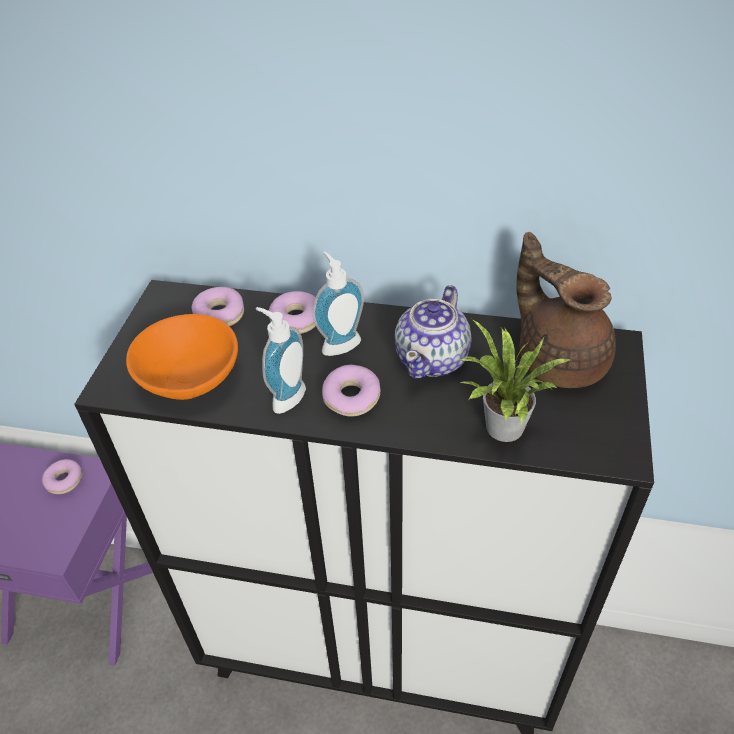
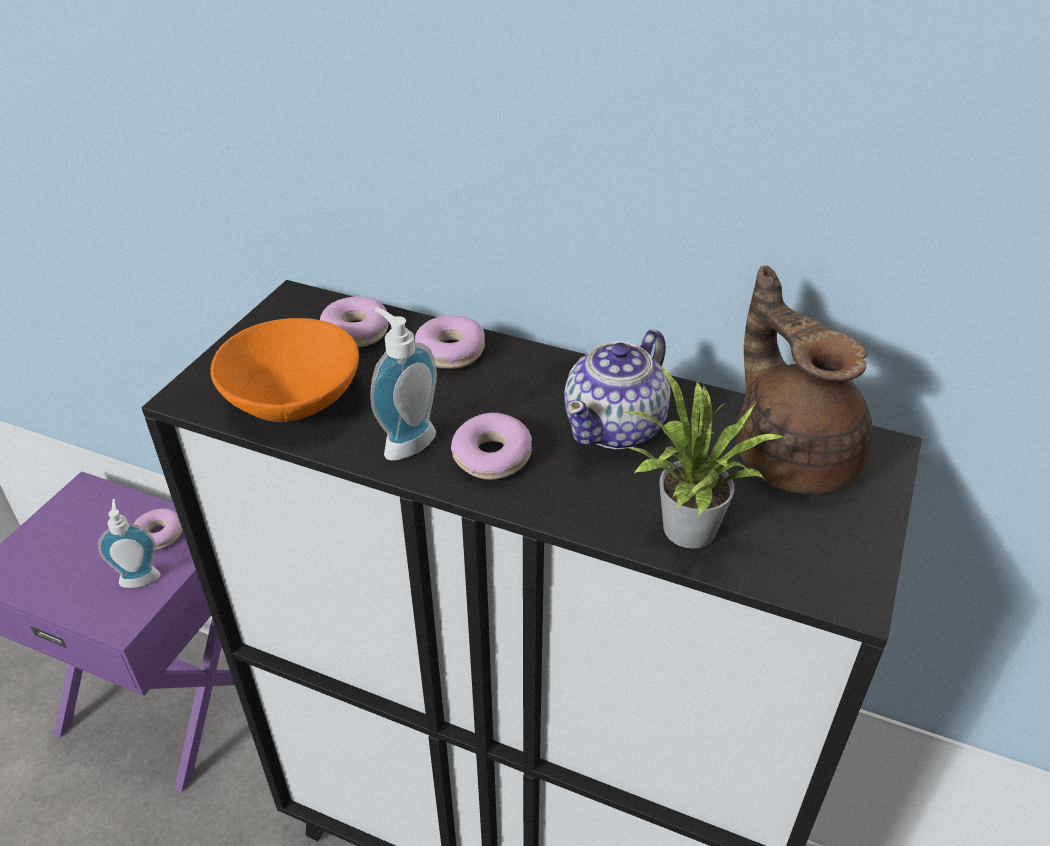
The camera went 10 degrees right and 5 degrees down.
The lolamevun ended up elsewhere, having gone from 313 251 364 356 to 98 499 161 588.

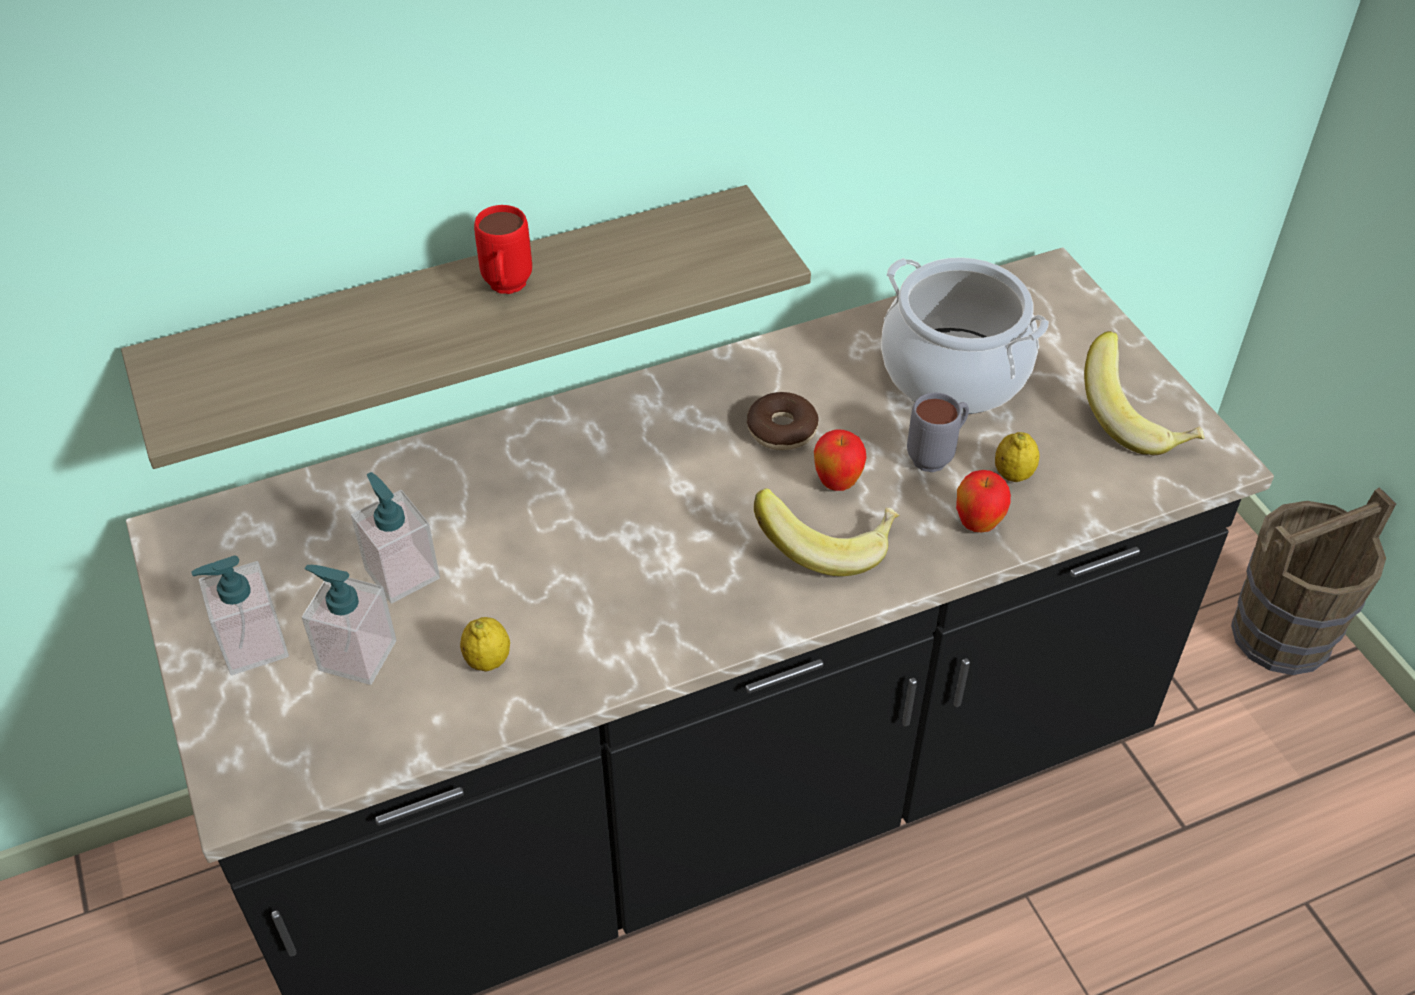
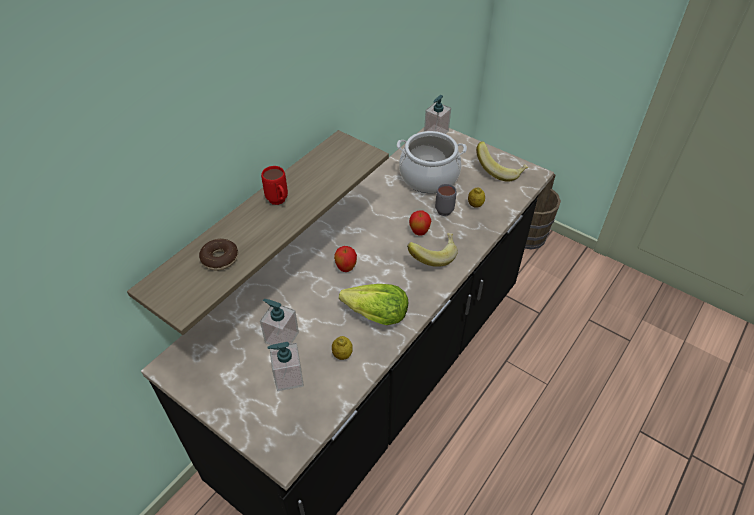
The camera went 30 degrees left and 0 degrees up.
The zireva ended up elsewhere, having gone from 747 392 819 450 to 199 239 238 271.
The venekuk ended up elsewhere, having gone from 956 470 1011 532 to 334 246 357 272.
The second view gained the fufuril at 339 284 408 325.
The lolamevun ended up elsewhere, having gone from 191 556 289 675 to 424 95 451 134.

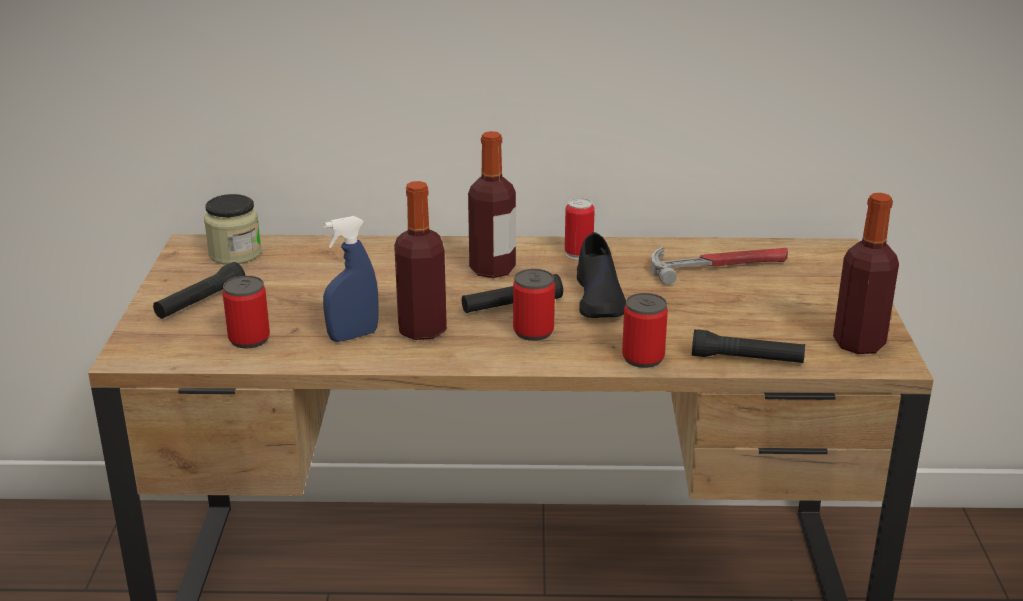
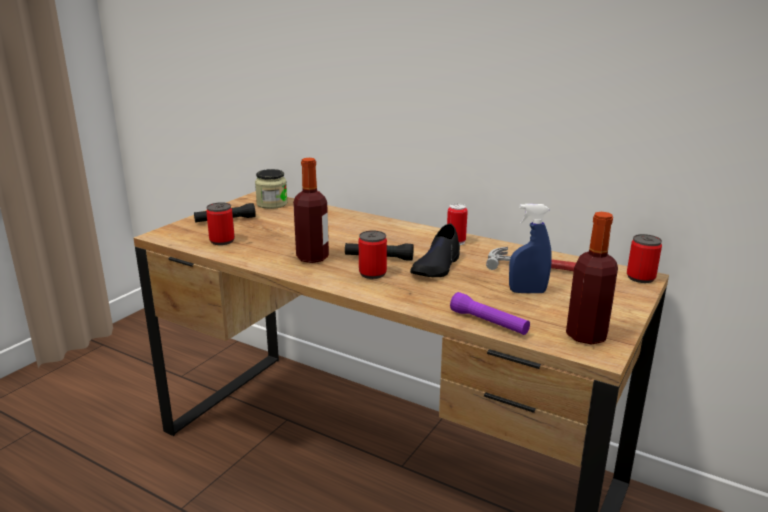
The camera went 30 degrees right and 5 degrees down.
What was the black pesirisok at 692 329 805 363 turned into the purple pesirisok at 450 292 530 335.
The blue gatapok ended up elsewhere, having gone from 323 216 379 342 to 509 204 552 293.
The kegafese ended up elsewhere, having gone from 622 293 668 368 to 627 234 662 283.
The second view lost the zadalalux at 468 131 516 278.

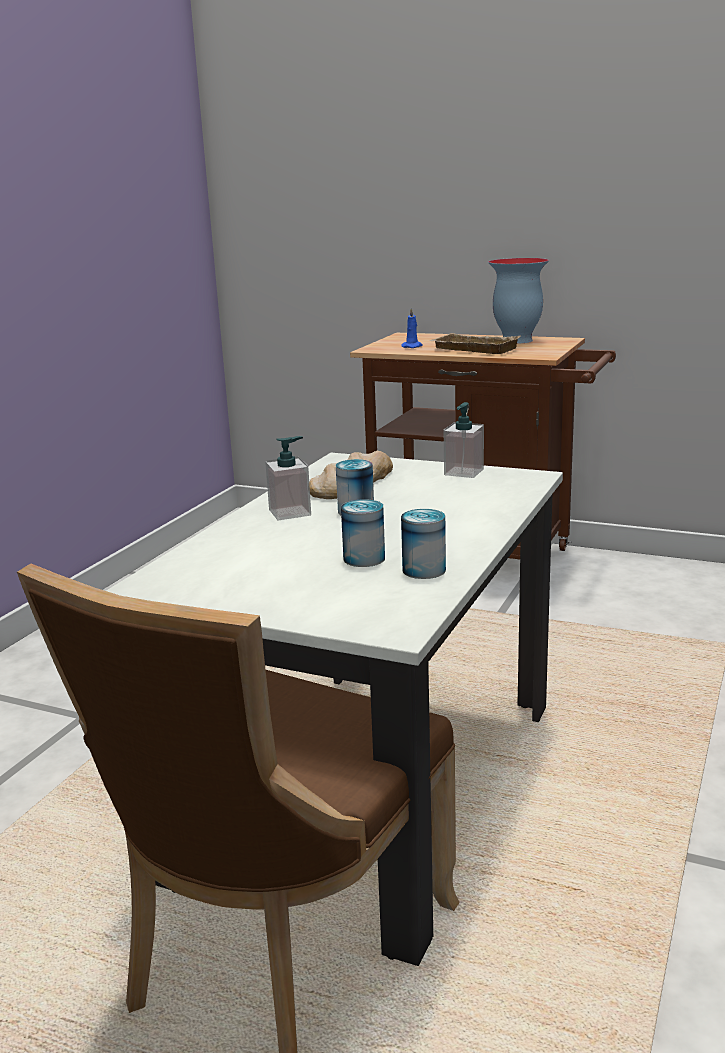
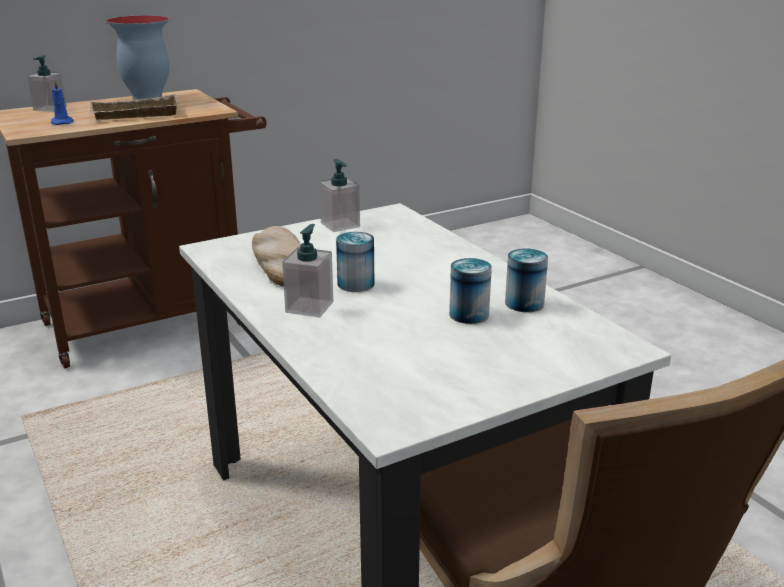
The camera went 55 degrees left and 5 degrees up.
The second view gained the lolamevun at 27 55 67 112.

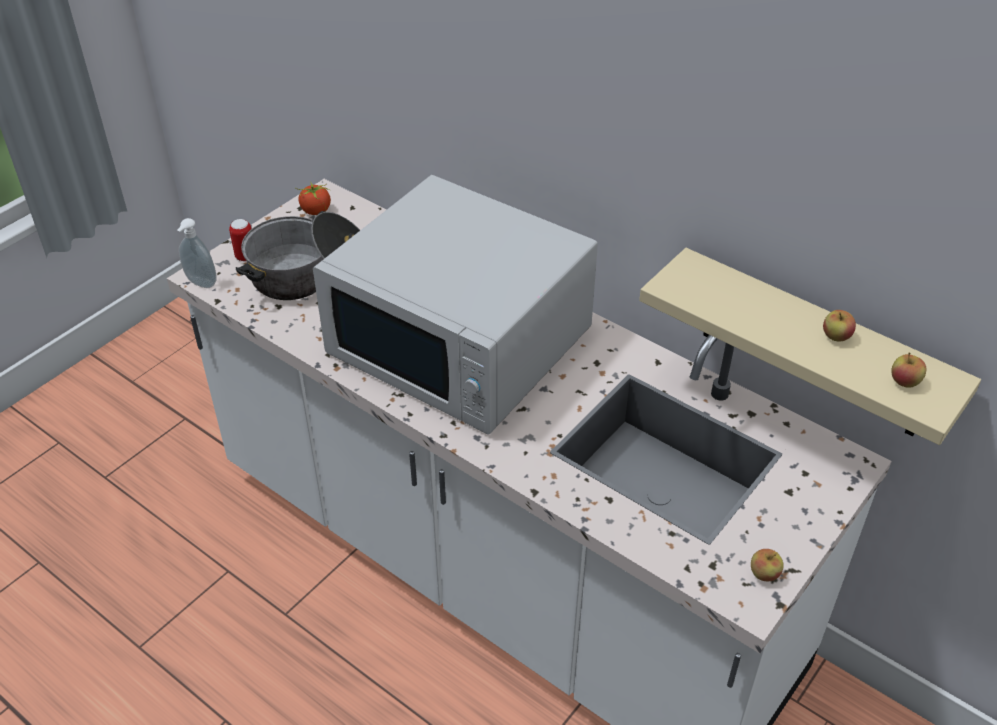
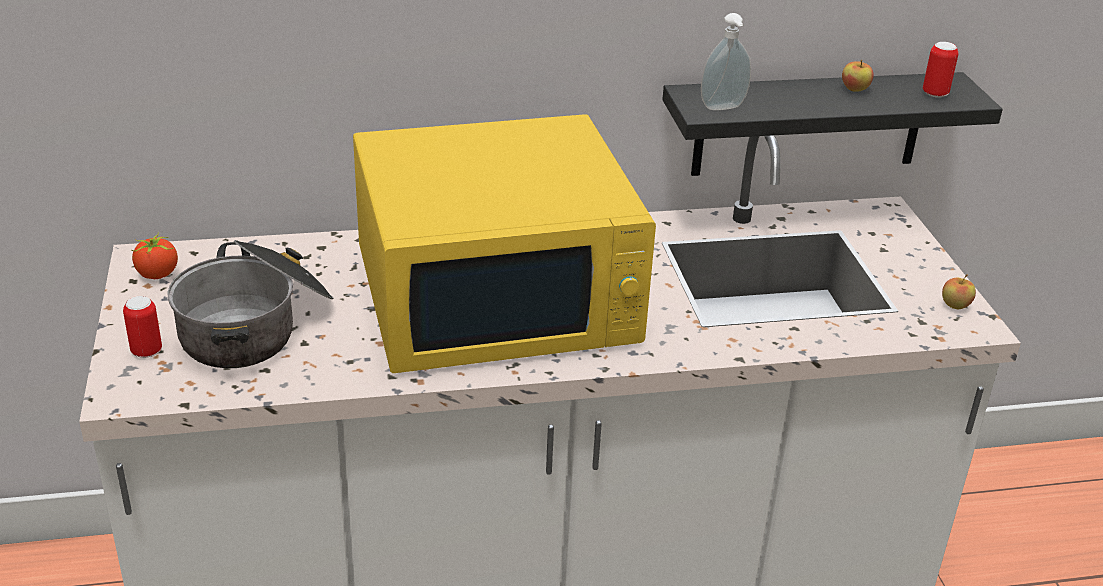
The camera went 50 degrees left and 10 degrees down.
What was the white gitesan at 313 175 598 435 turned into the yellow gitesan at 353 114 656 373.
What was the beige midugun at 639 248 981 445 turned into the black midugun at 662 72 1003 176.
The lolamevun ended up elsewhere, having gone from 177 218 217 288 to 701 13 751 110.
Where the venekuk stood at 891 353 926 387, the kegafese came to stand at 923 42 958 98.

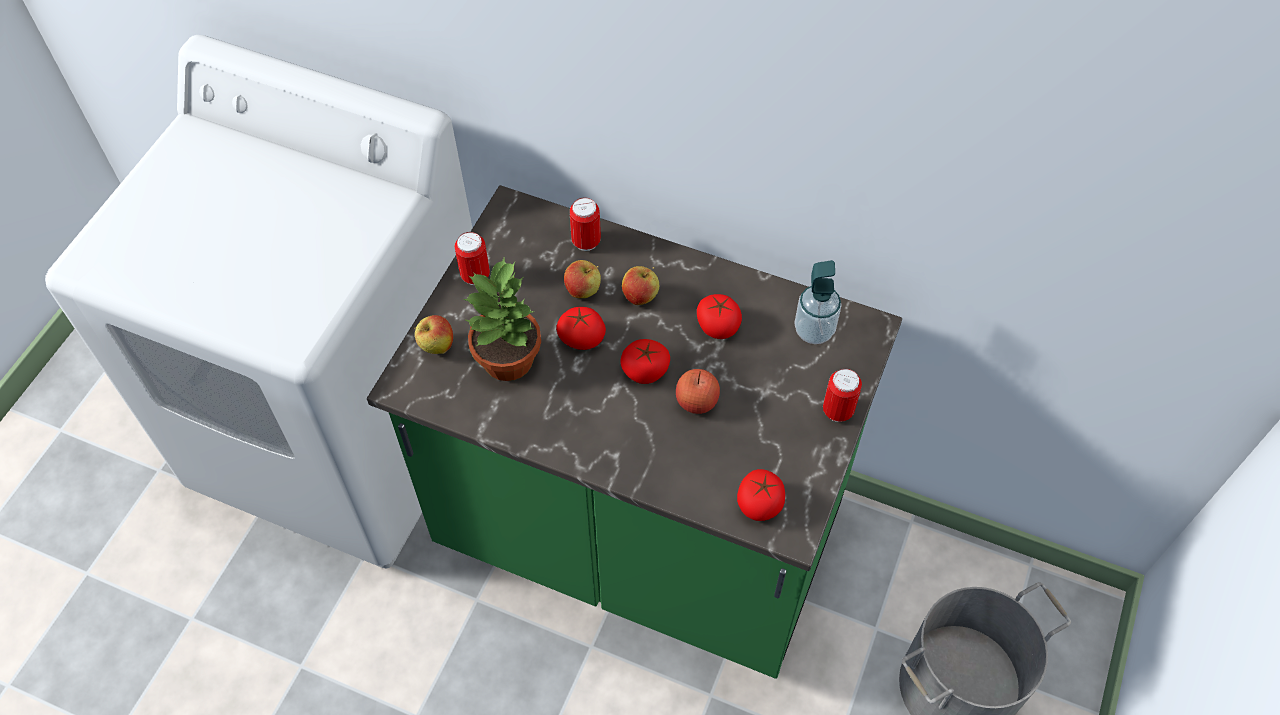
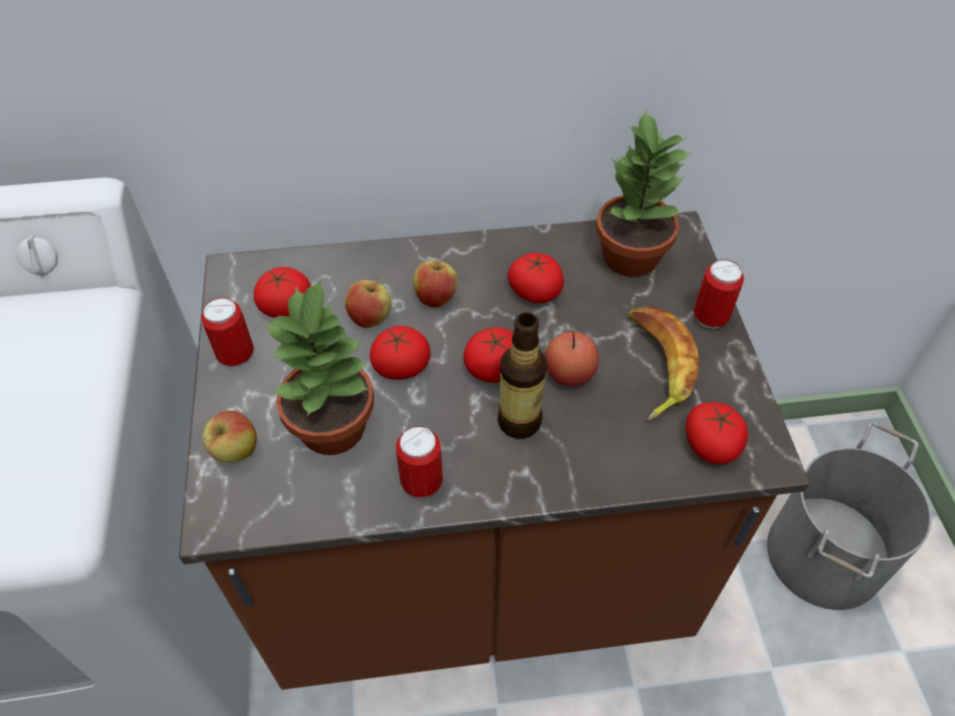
The camera went 30 degrees left and 5 degrees down.
What was the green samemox at 367 185 902 679 turned into the brown samemox at 179 211 810 690.
The second view gained the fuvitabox at 254 267 311 318.
The kegafese ended up elsewhere, having gone from 570 198 601 251 to 396 426 443 498.
The second view gained the zadalalux at 498 312 547 438.
Where the lolamevun stood at 794 260 842 344, the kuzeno came to stand at 596 110 693 277.
The second view gained the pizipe at 629 306 700 421.

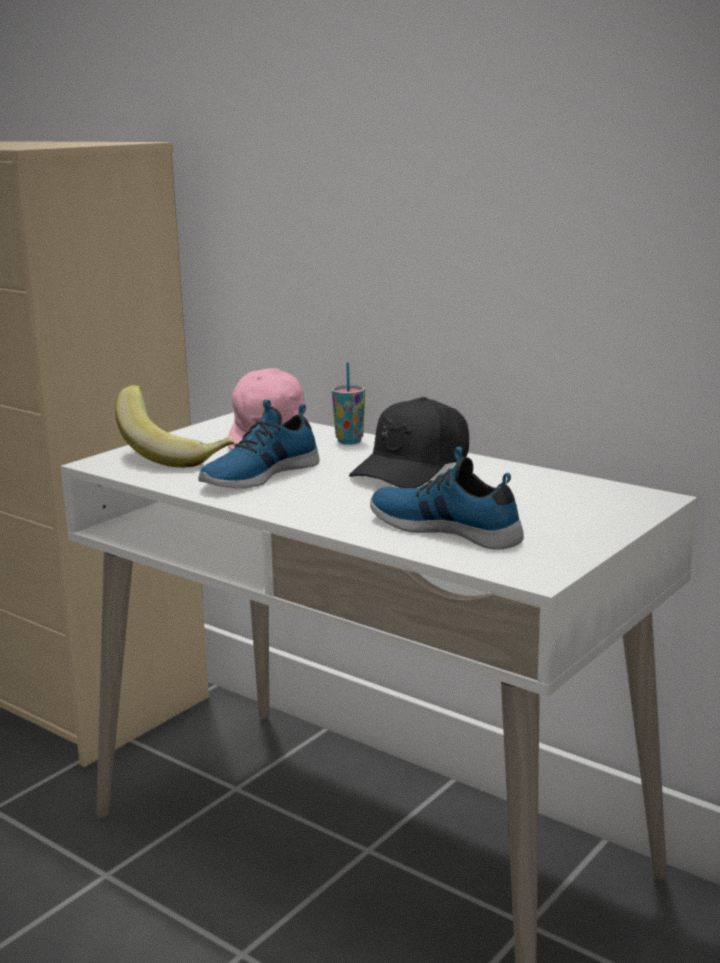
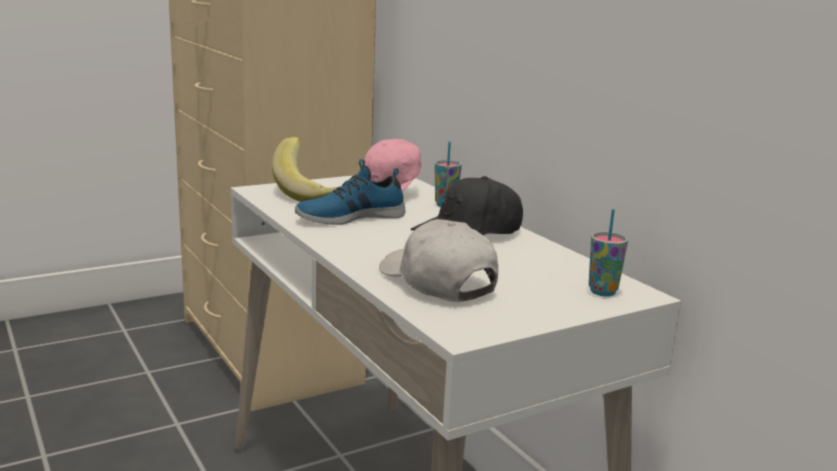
The camera went 20 degrees right and 0 degrees up.
Where the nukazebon stood at 370 447 524 550, the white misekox came to stand at 379 219 498 302.
The second view gained the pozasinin at 589 209 628 296.

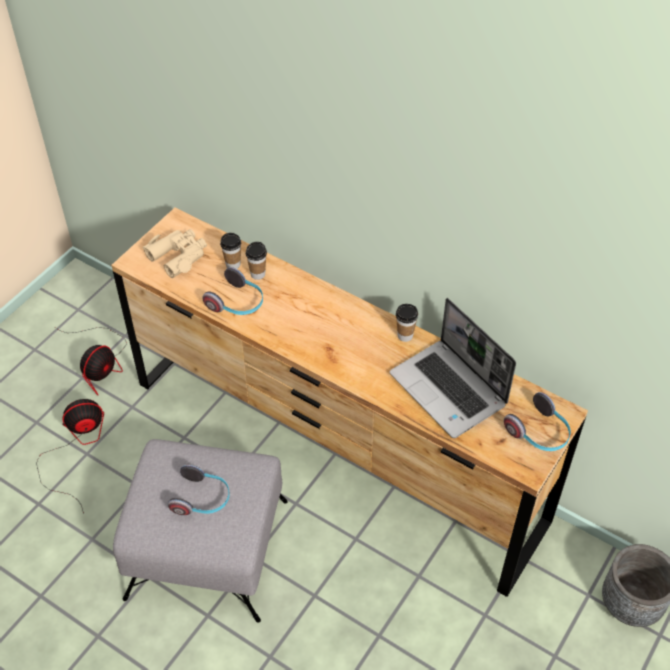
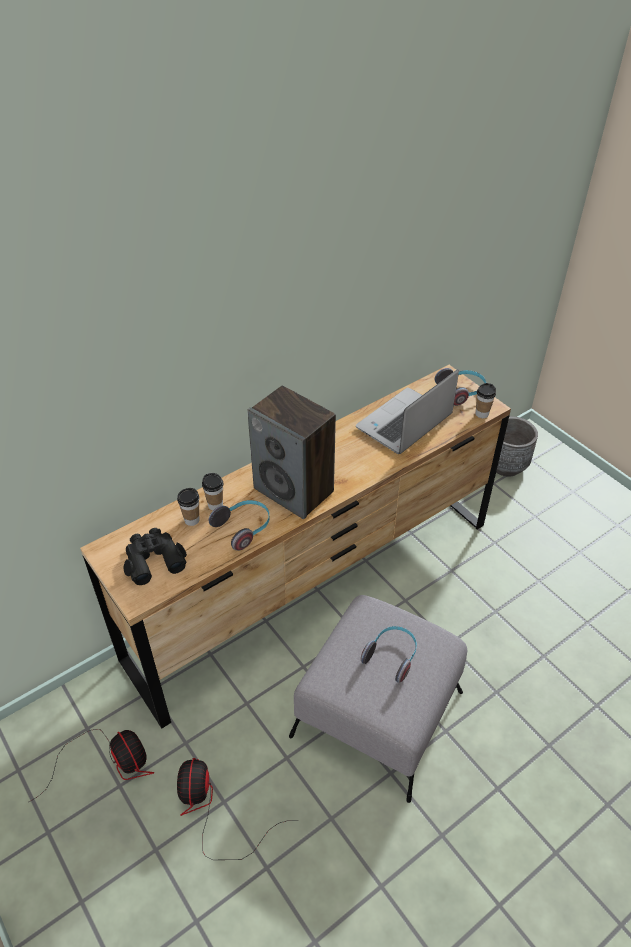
The camera went 70 degrees left and 5 degrees down.
What was the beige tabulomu at 143 229 207 278 turned into the black tabulomu at 124 528 187 585.
The second view gained the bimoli at 247 386 336 519.
The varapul at 390 298 516 438 ended up facing another way, 150 degrees clockwise from before.
The pozasinin ended up elsewhere, having gone from 396 304 418 342 to 476 383 496 418.

